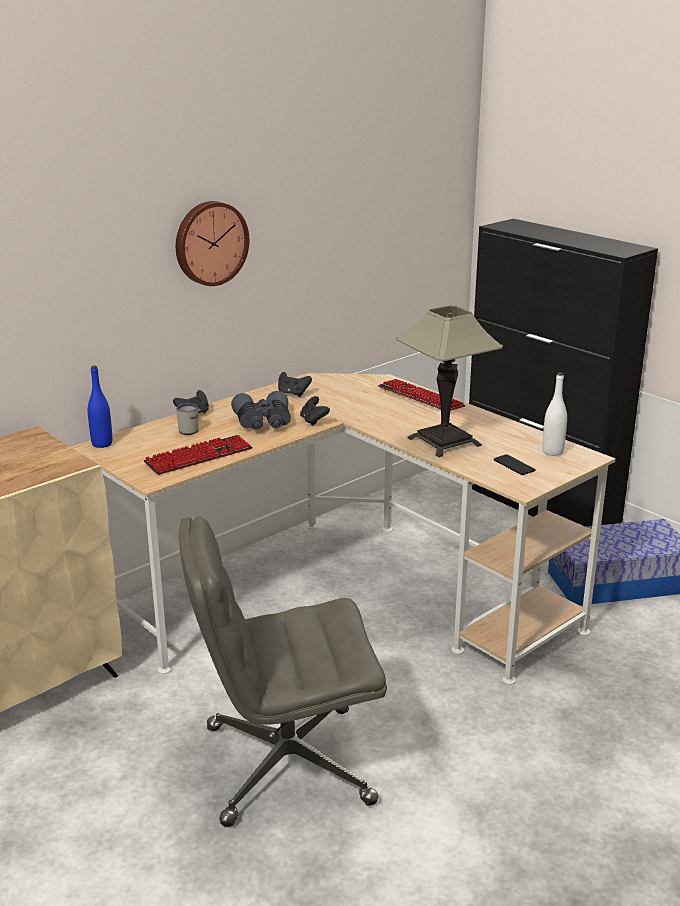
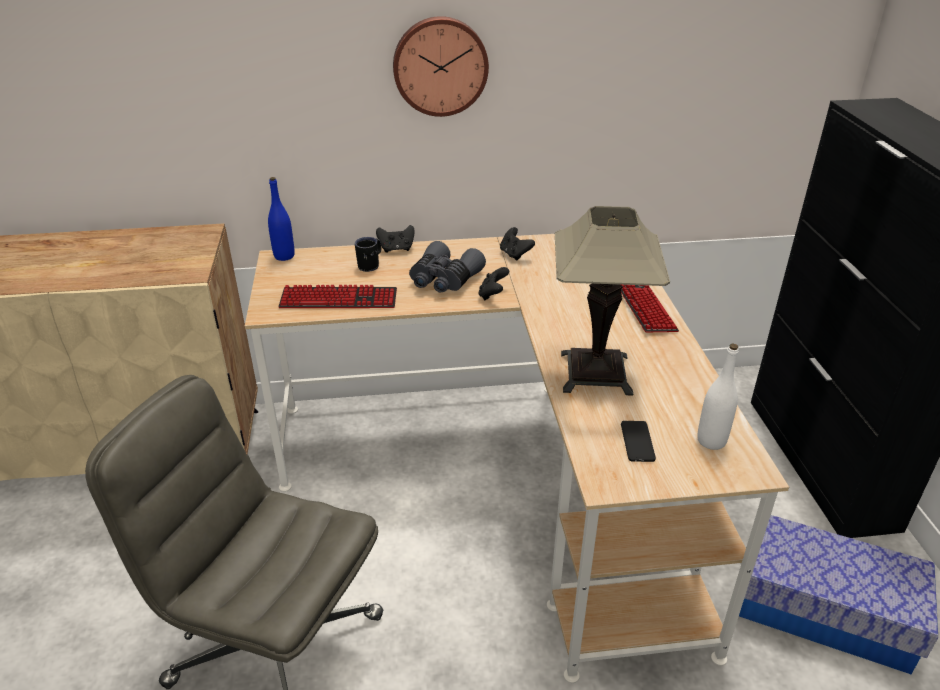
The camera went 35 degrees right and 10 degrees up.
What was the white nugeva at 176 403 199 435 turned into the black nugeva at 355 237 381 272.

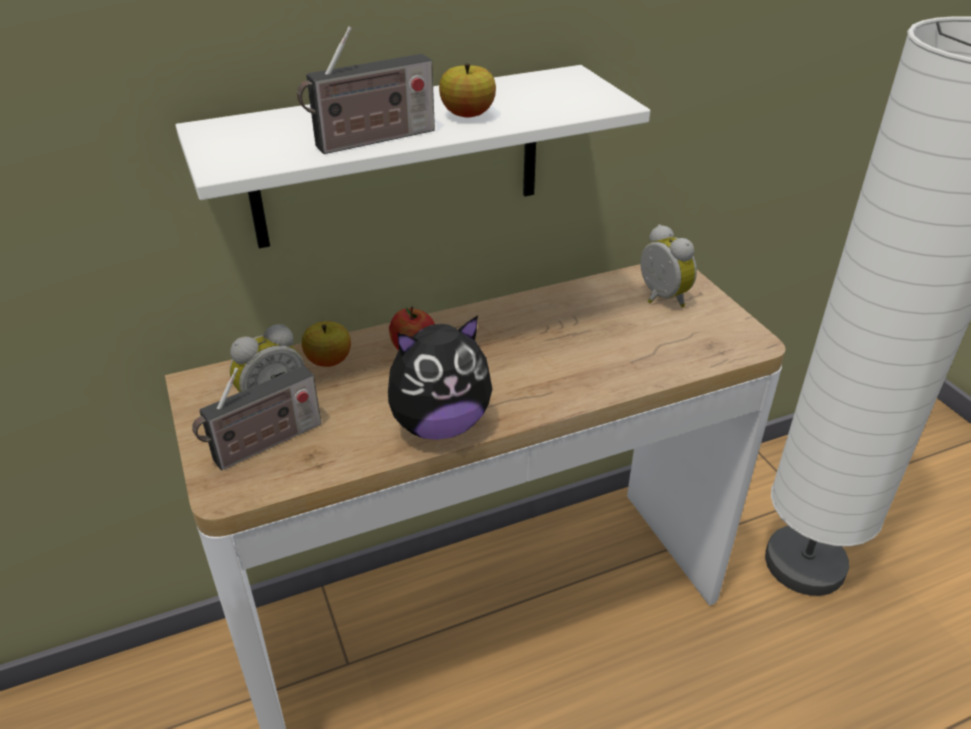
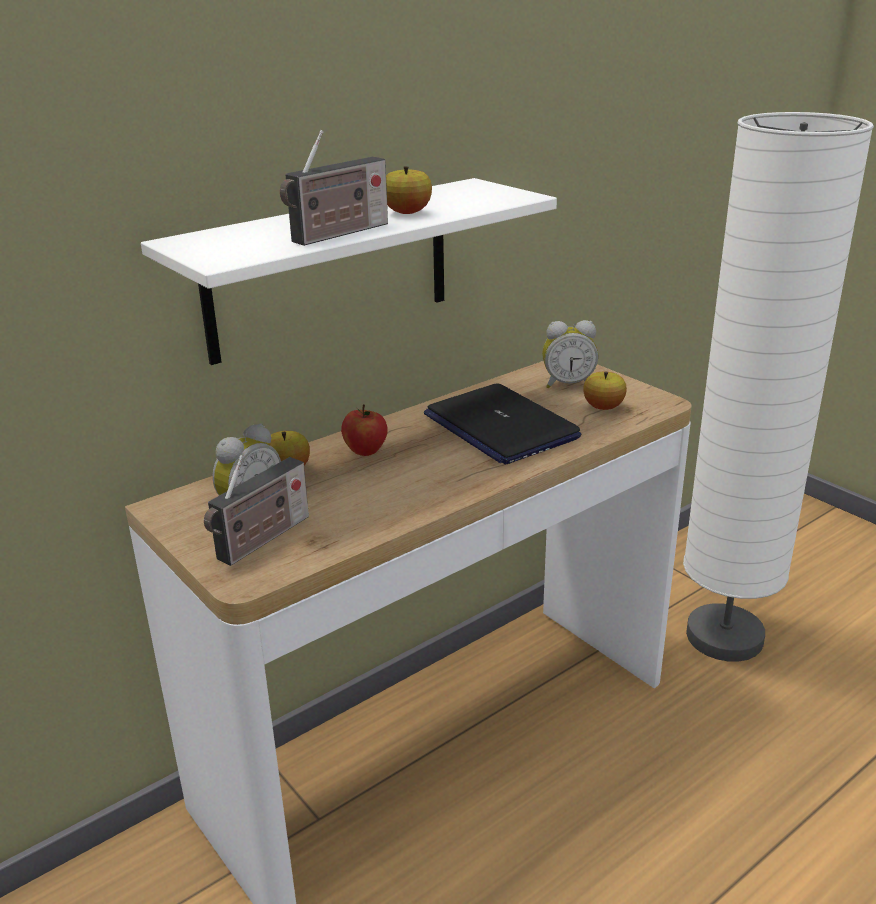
The camera went 15 degrees left and 10 degrees down.
The second view gained the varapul at 424 383 581 465.
The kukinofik at 640 225 697 308 ended up facing another way, 135 degrees clockwise from before.
The second view gained the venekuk at 583 372 627 410.
The second view lost the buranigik at 388 315 492 440.

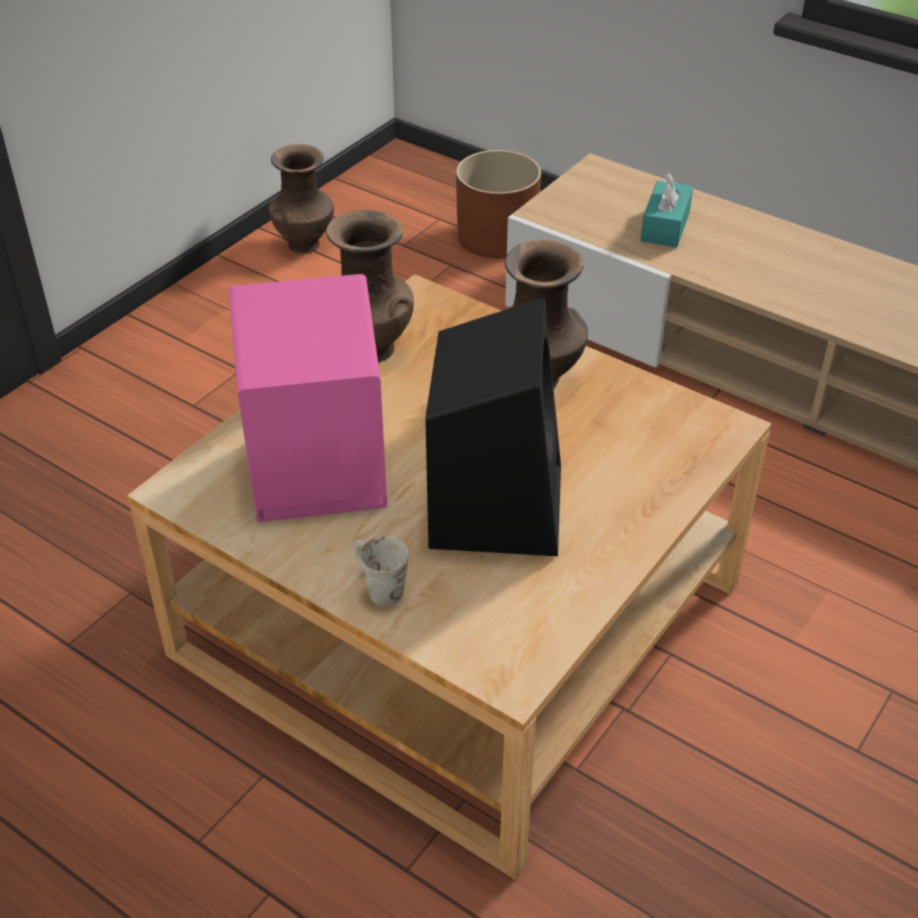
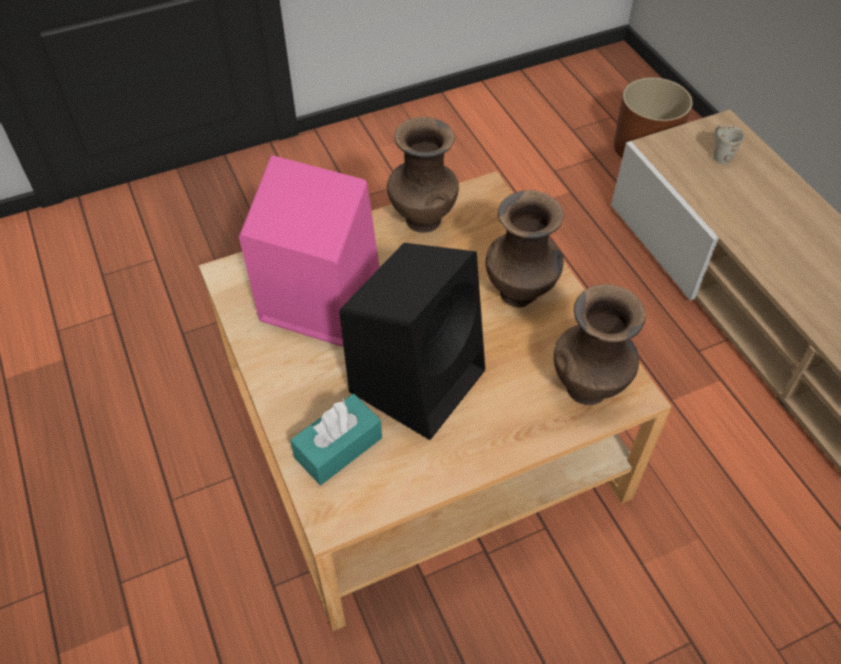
The camera went 30 degrees right and 10 degrees up.
The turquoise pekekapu ended up elsewhere, having gone from 640 173 693 247 to 290 394 382 485.
The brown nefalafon ended up elsewhere, having gone from 269 144 334 253 to 554 284 646 405.
The white nugeva ended up elsewhere, having gone from 354 536 409 606 to 713 125 744 164.

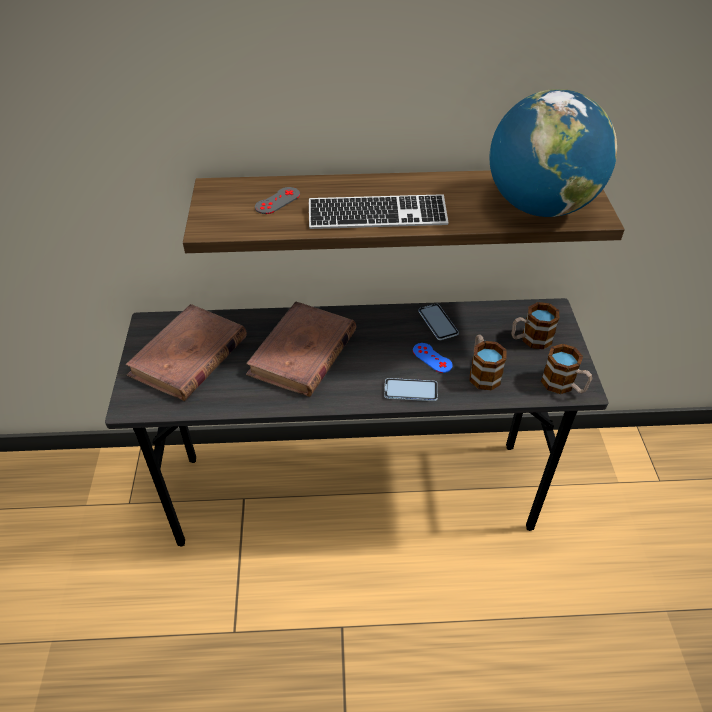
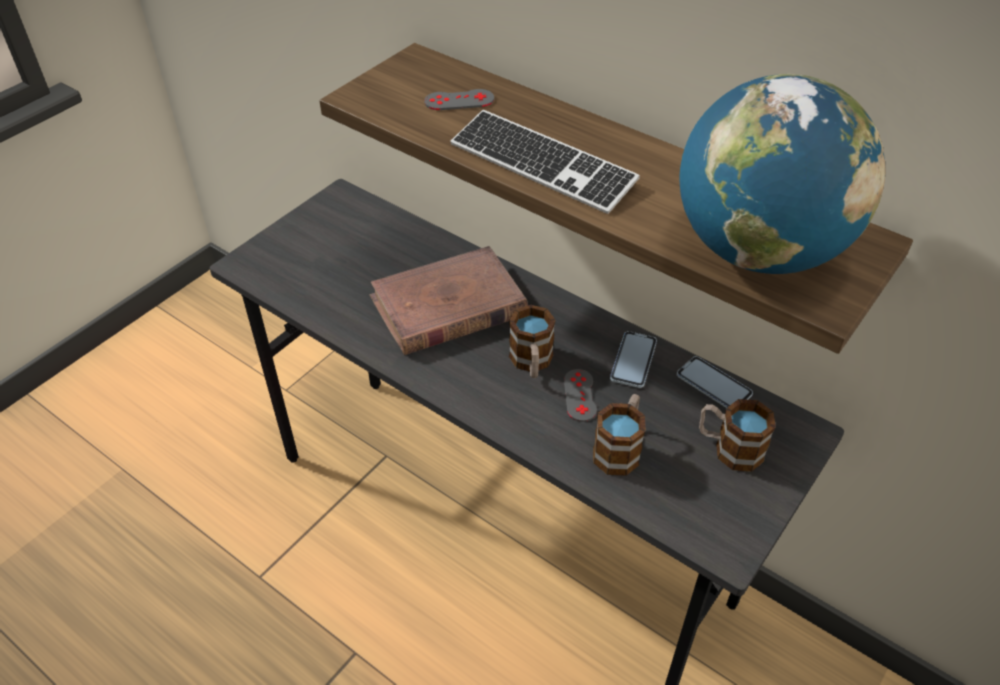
The camera went 40 degrees right and 0 degrees up.
The nugeva ended up elsewhere, having gone from 541 344 592 394 to 509 305 555 378.
What was the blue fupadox at 413 343 453 373 turned into the grey fupadox at 564 369 597 422.
The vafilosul ended up elsewhere, having gone from 384 378 438 401 to 677 356 753 408.
The second view lost the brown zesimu at 126 304 247 401.

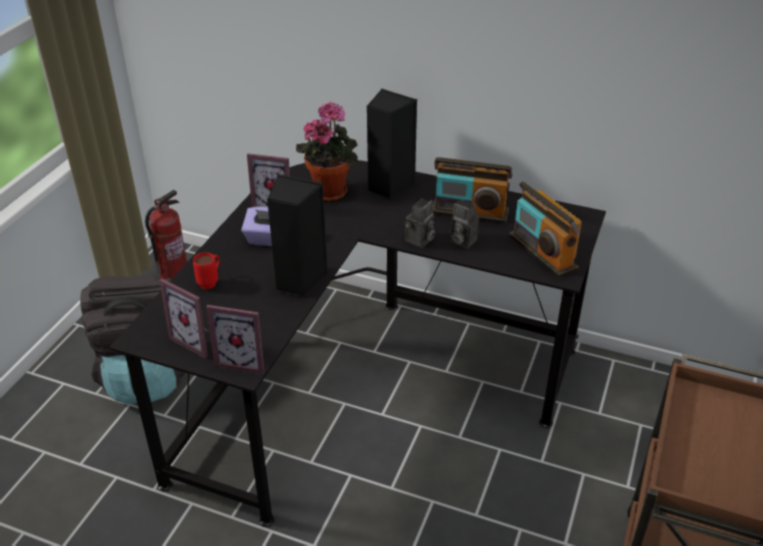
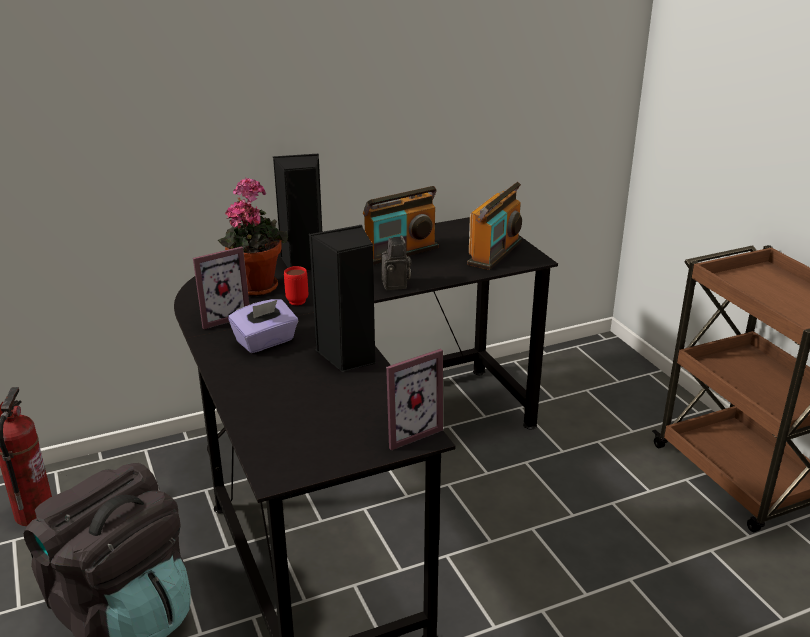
The camera went 45 degrees left and 10 degrees down.
The red nugeva ended up elsewhere, having gone from 193 252 220 289 to 284 266 308 305.
The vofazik at 509 181 582 277 ended up facing another way, 75 degrees counterclockwise from before.
The second view lost the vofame at 159 279 209 358.
The second view lost the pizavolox at 450 200 479 249.

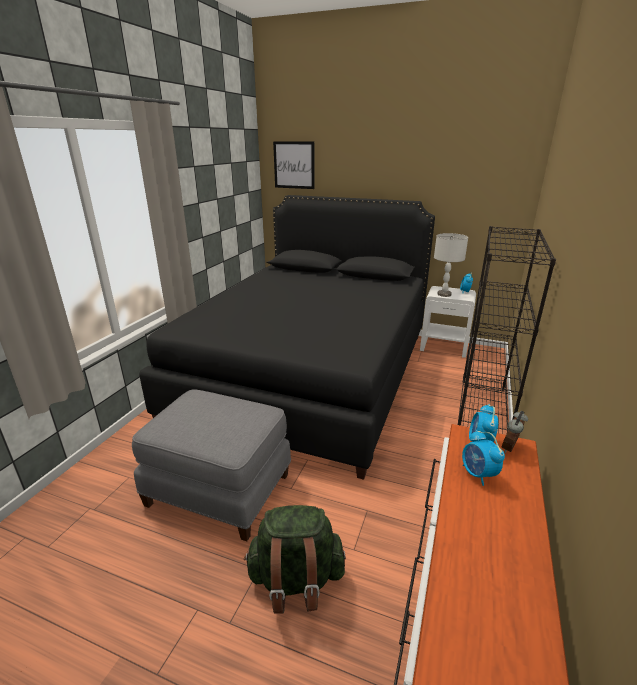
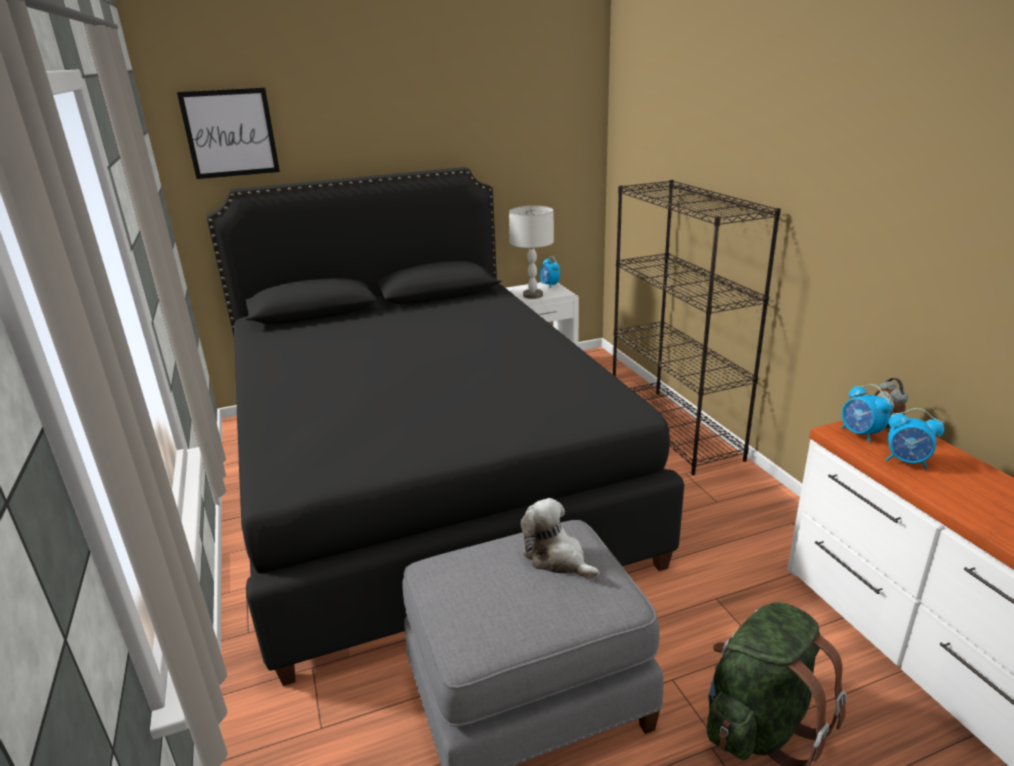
The camera went 40 degrees left and 0 degrees up.
The second view gained the buranigik at 520 498 599 579.

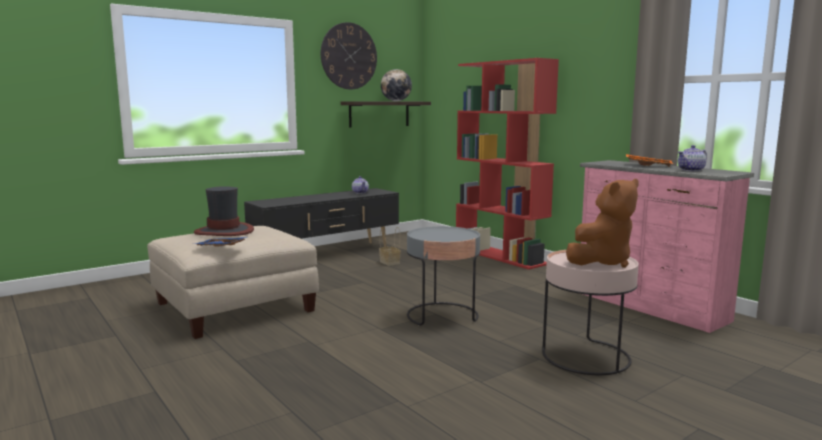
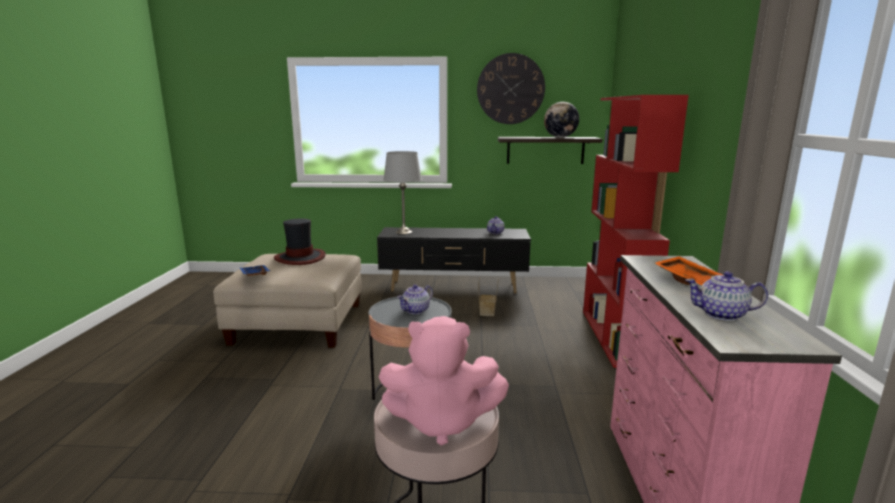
The camera went 40 degrees right and 5 degrees up.
What was the brown buranigik at 566 179 639 268 turned into the pink buranigik at 378 316 509 446.
The second view gained the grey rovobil at 383 151 422 234.
The second view gained the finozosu at 397 284 433 314.

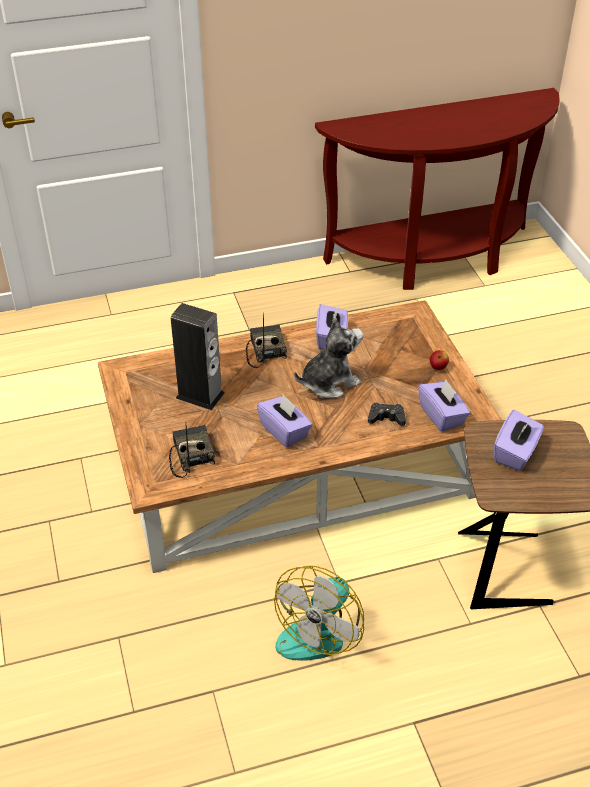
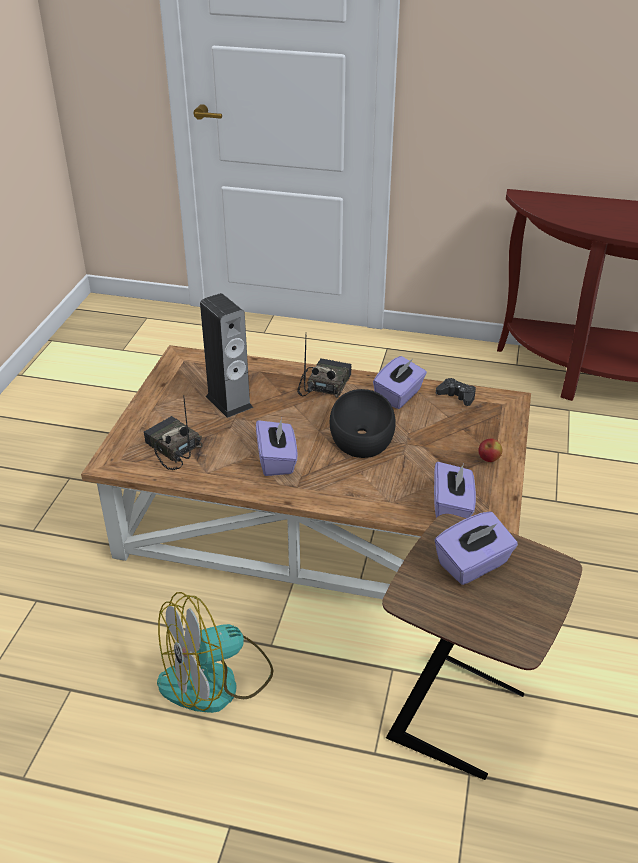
The camera went 30 degrees right and 5 degrees down.
The vofazik at 169 422 215 478 ended up facing another way, 60 degrees counterclockwise from before.
Where the buranigik stood at 294 318 363 398, the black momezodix came to stand at 330 389 396 458.
The black fupadox ended up elsewhere, having gone from 368 403 406 426 to 436 378 476 406.

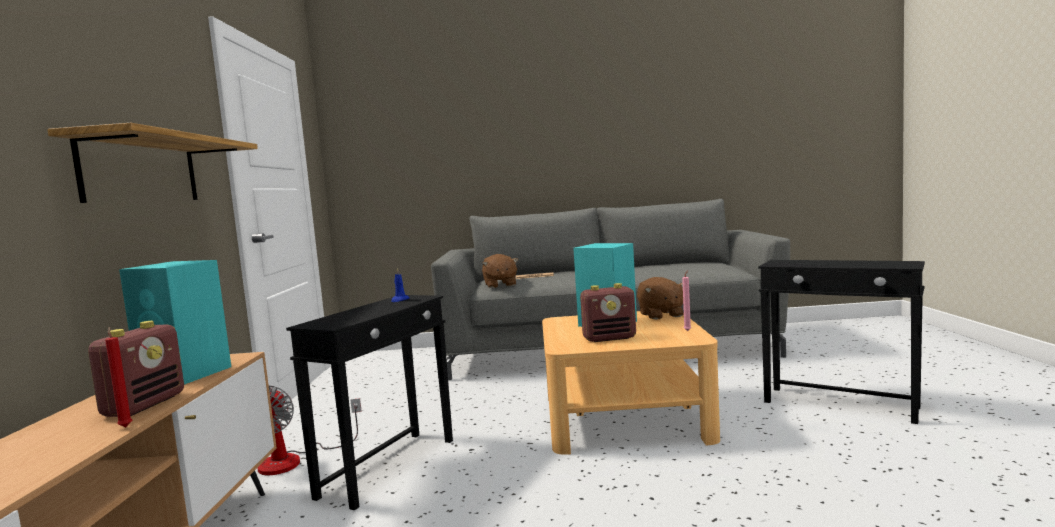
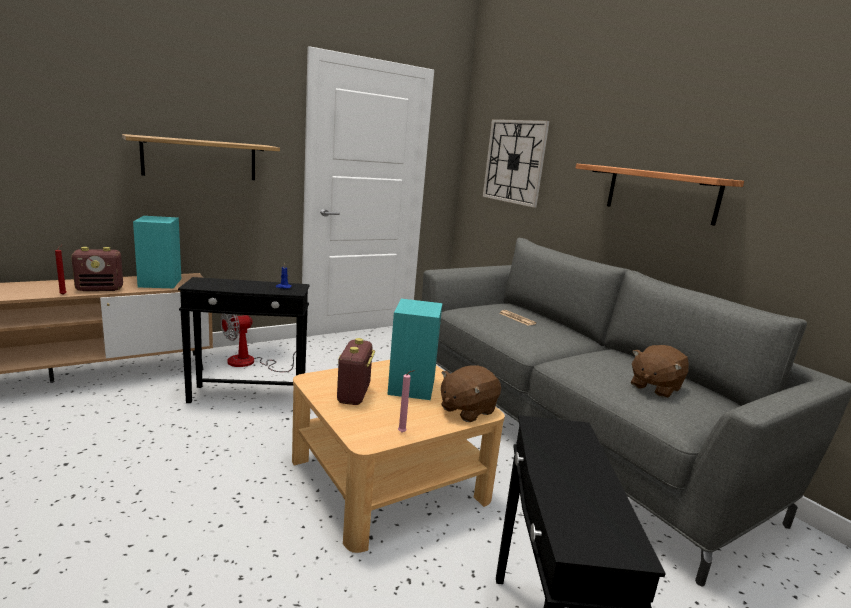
The camera went 55 degrees right and 10 degrees up.
The vofazik at 580 283 636 342 ended up facing another way, 45 degrees clockwise from before.
The second view gained the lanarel at 483 119 550 208.
The second view gained the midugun at 576 164 744 226.
The brown buranigik ended up elsewhere, having gone from 482 254 518 288 to 631 345 689 398.

